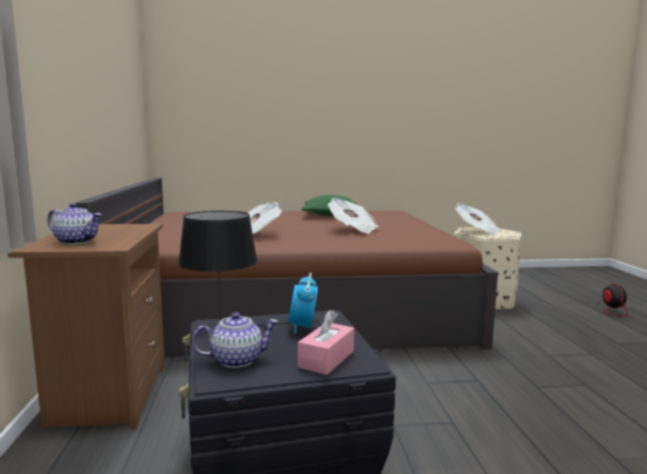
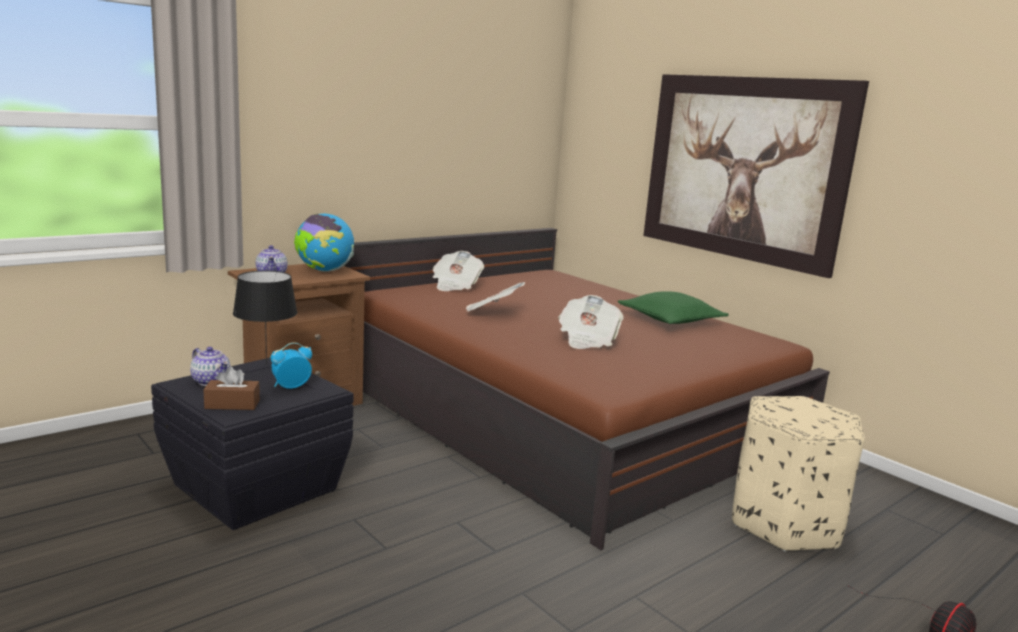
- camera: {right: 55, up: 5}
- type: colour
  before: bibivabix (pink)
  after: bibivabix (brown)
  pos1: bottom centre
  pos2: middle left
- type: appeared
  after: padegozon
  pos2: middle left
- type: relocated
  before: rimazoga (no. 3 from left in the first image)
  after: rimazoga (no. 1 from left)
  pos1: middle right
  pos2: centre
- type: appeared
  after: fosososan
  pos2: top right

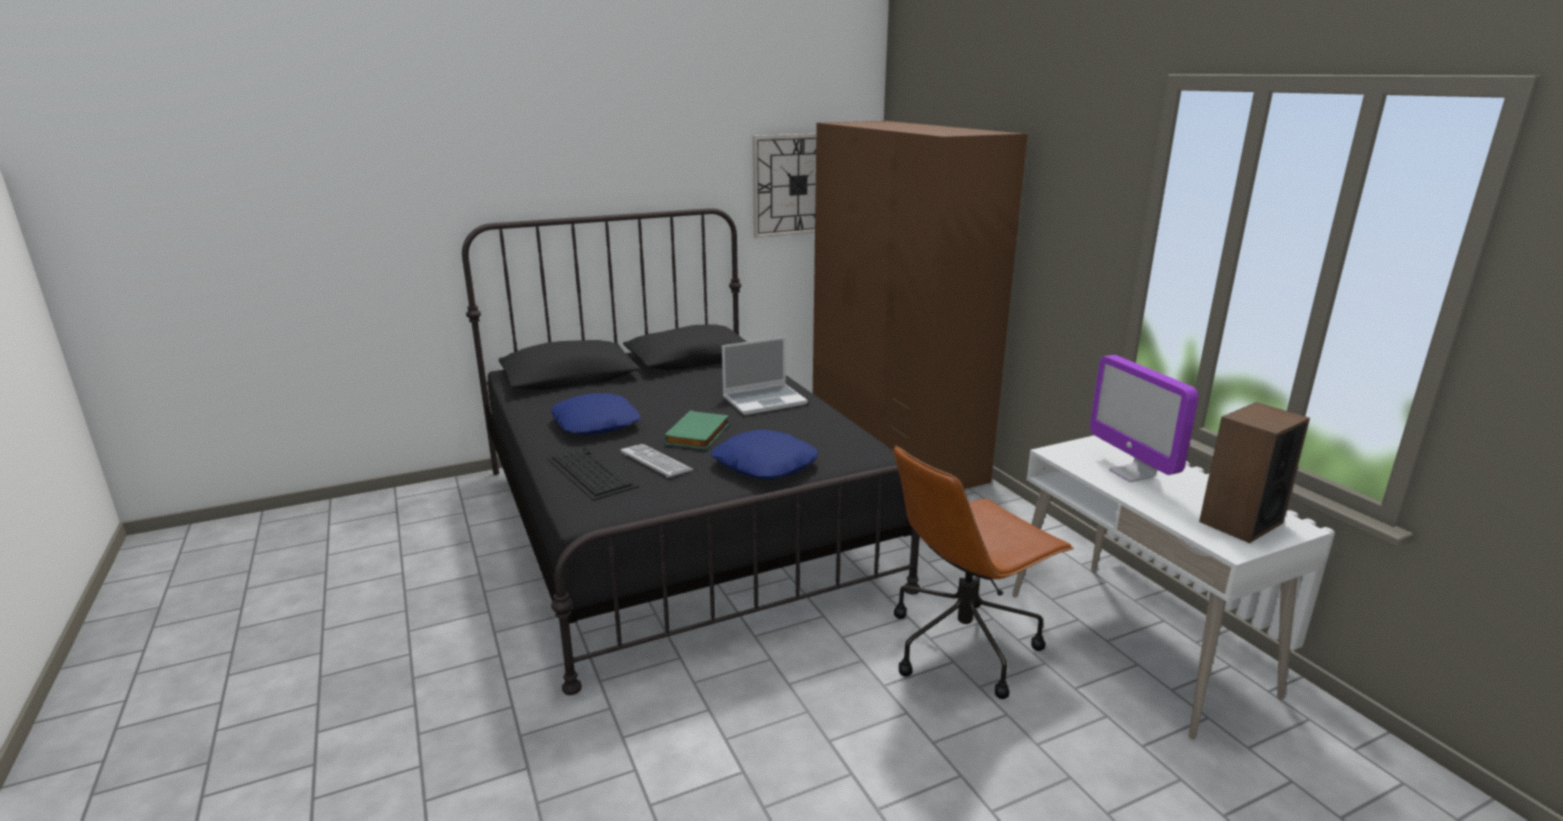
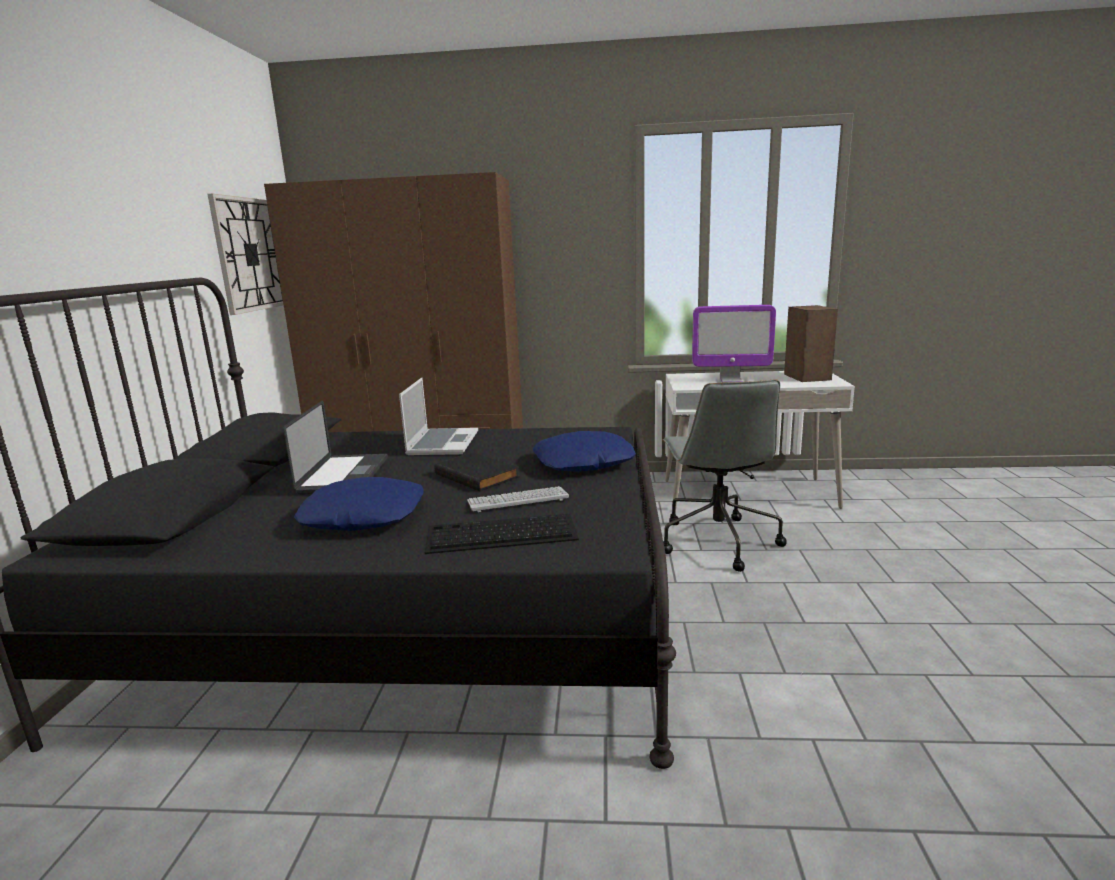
- camera: {right: -60, up: -5}
- type: appeared
  after: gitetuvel (no. 1 from left)
  pos2: middle left
- type: colour
  before: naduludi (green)
  after: naduludi (black)
  pos1: centre
  pos2: centre
- type: colour
  before: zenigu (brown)
  after: zenigu (grey)
  pos1: bottom centre
  pos2: centre

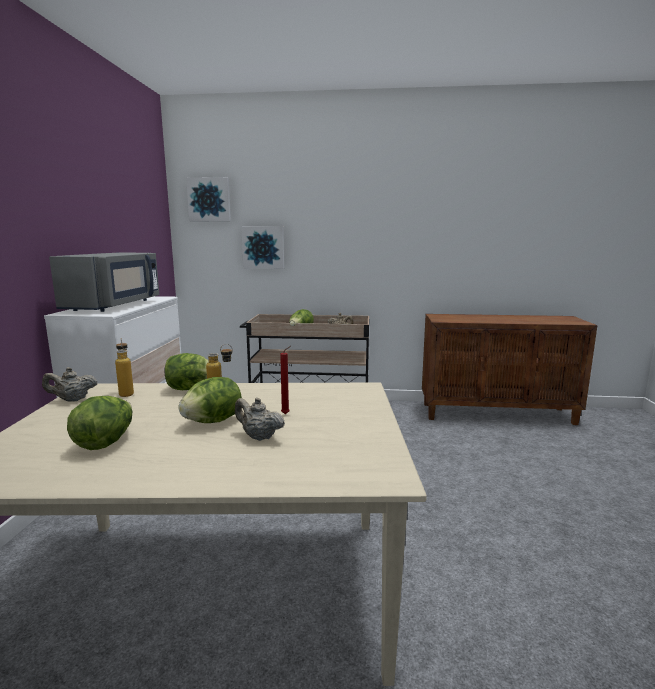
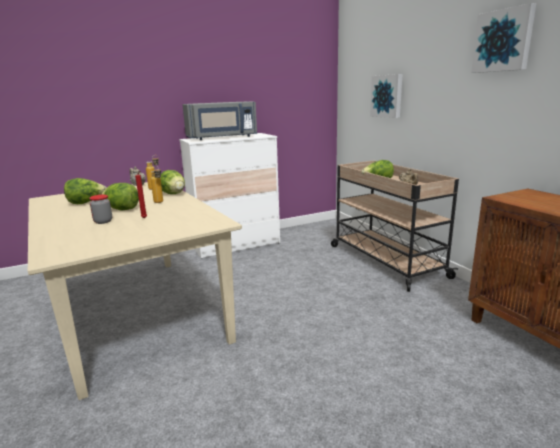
- camera: {right: 60, up: 5}
- type: exchanged
  before: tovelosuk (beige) (no. 2 from left)
  after: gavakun
  pos1: centre
  pos2: middle left
- type: relocated
  before: fosososan (no. 1 from left in the first image)
  after: fosososan (no. 2 from left)
  pos1: top left
  pos2: top right

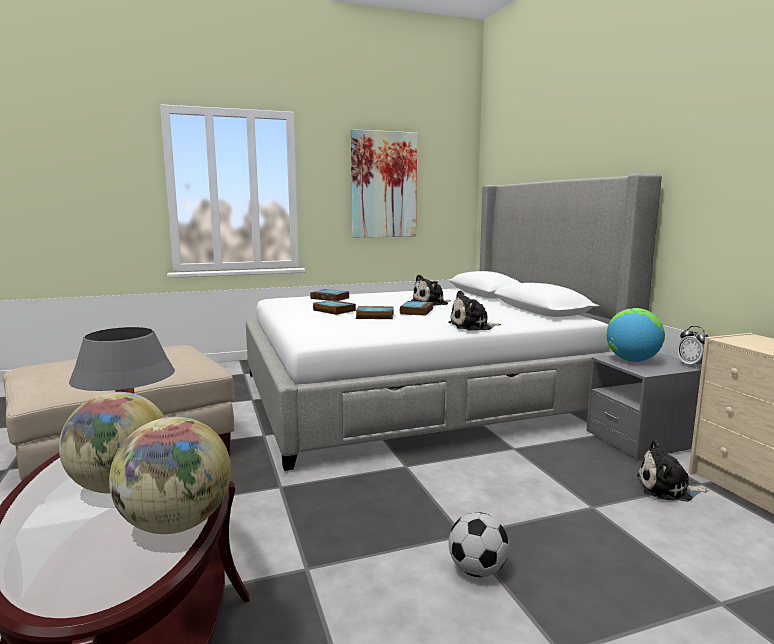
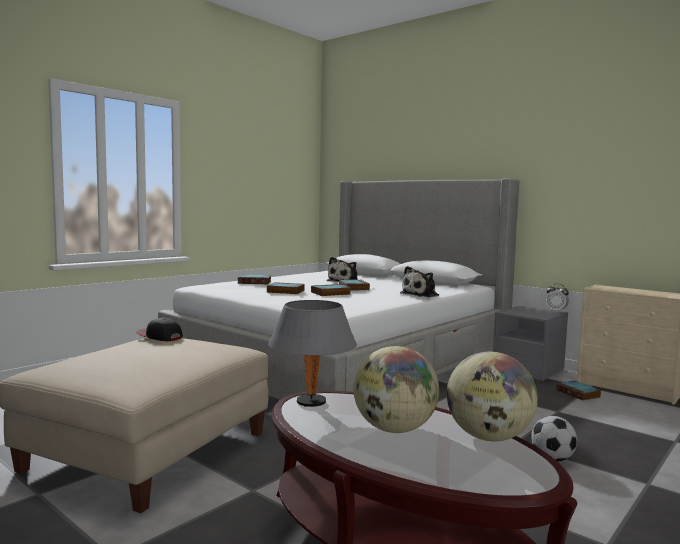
- camera: {right: -30, up: -5}
- type: appeared
  after: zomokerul
  pos2: middle left
- type: exchanged
  before: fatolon (no. 3 from left)
  after: naduludi (no. 5 from left)
  pos1: bottom right
  pos2: bottom right
- type: missing
  before: fosososan
  pos1: top centre
- type: missing
  before: padegozon (no. 3 from left)
  pos1: middle right

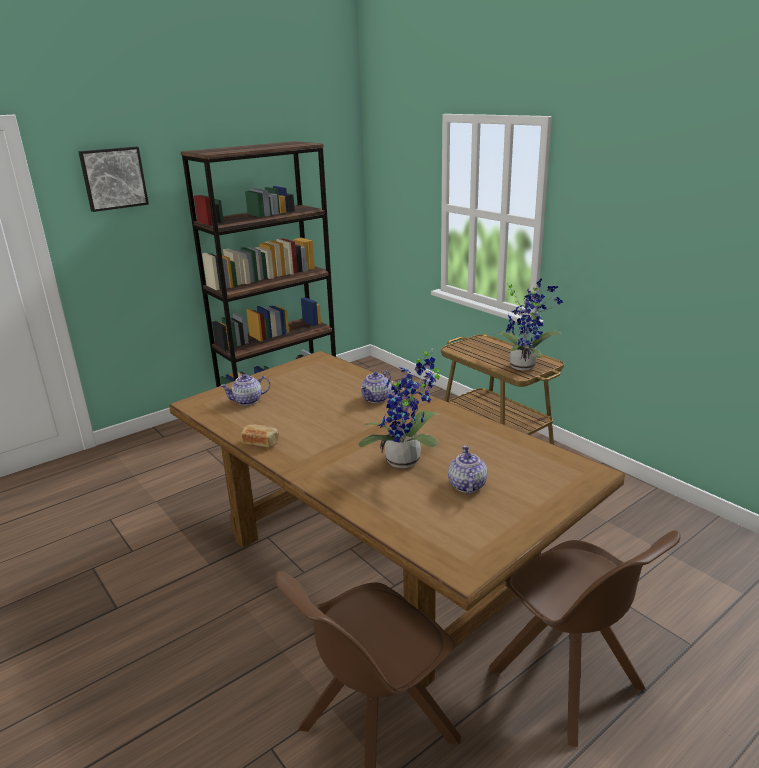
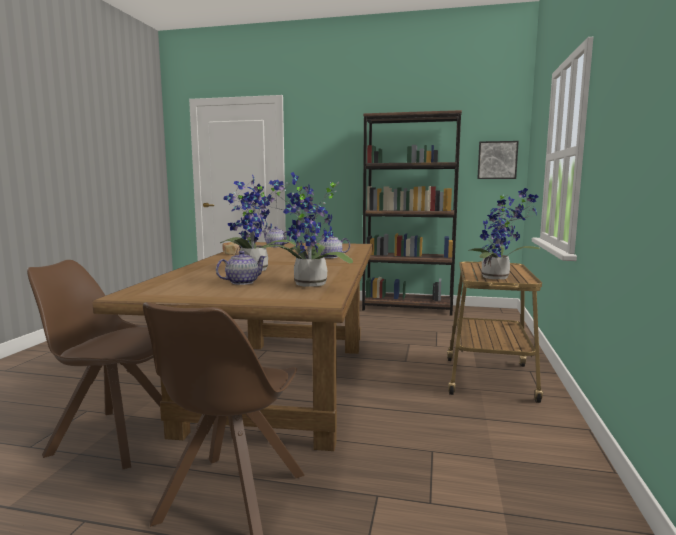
- camera: {right: 50, up: -15}
- type: appeared
  after: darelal (no. 2 from left)
  pos2: centre
- type: relocated
  before: fosososan
  pos1: top left
  pos2: top right

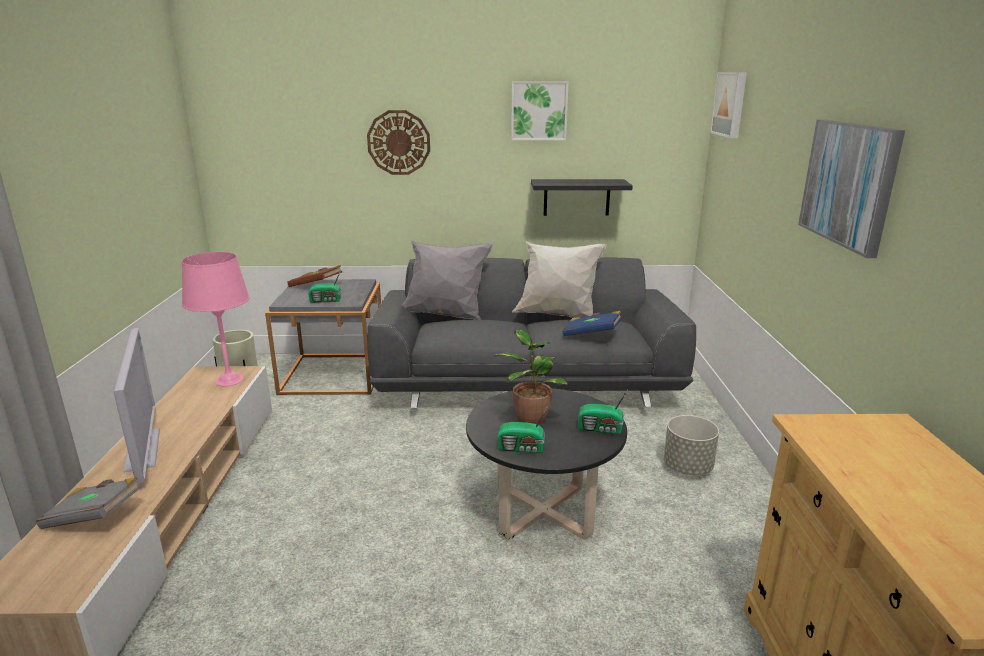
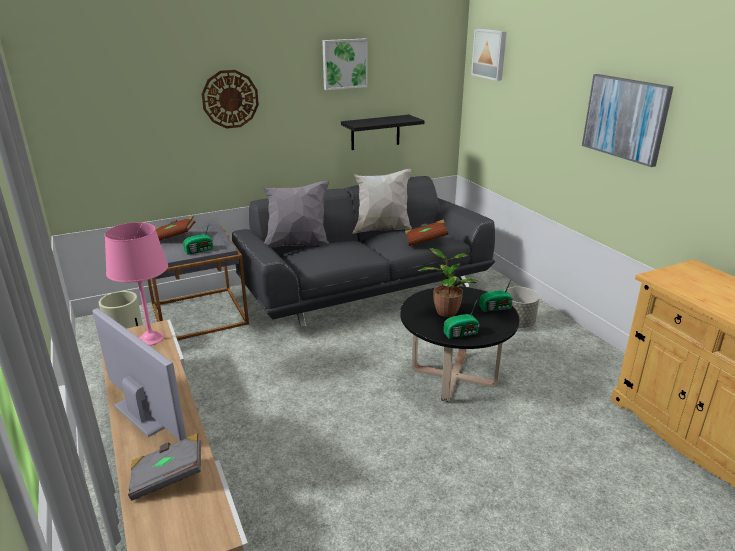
- camera: {right: -25, up: 5}
- type: colour
  before: naduludi (blue)
  after: naduludi (brown) (no. 2 from left)
  pos1: centre
  pos2: centre

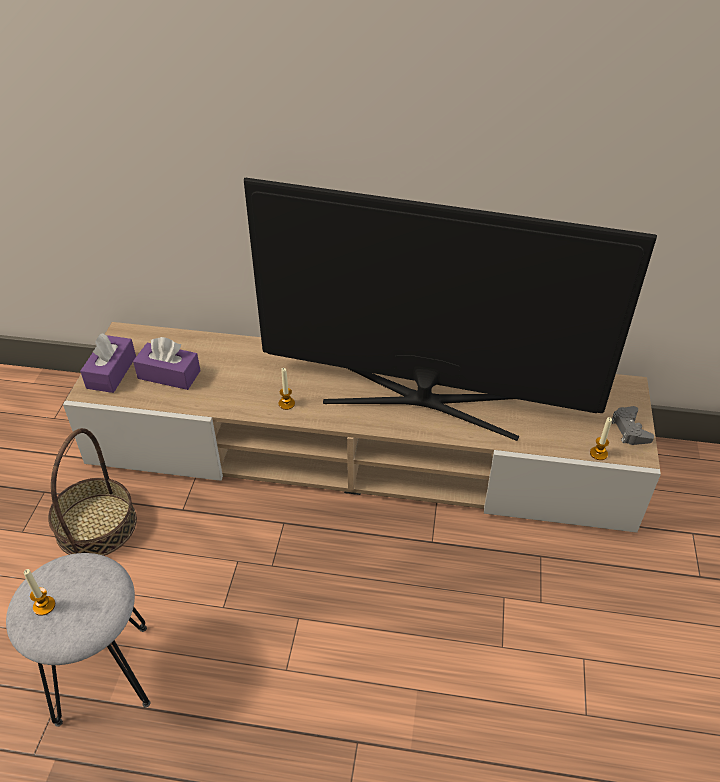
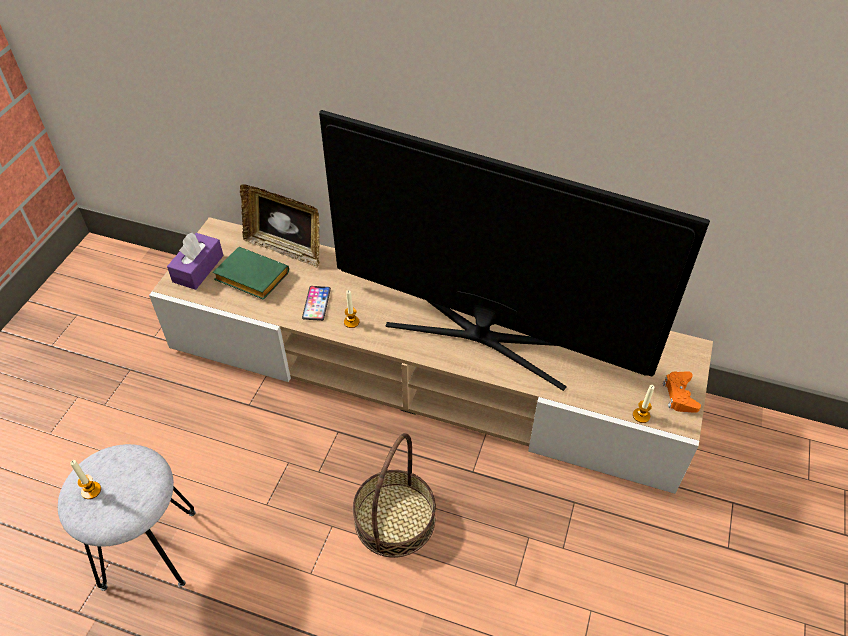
- camera: {right: 10, up: 5}
- type: exchanged
  before: bibivabix (purple) (no. 2 from left)
  after: naduludi (green)
  pos1: middle left
  pos2: middle left
- type: appeared
  after: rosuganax
  pos2: middle left
- type: appeared
  after: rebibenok
  pos2: centre
- type: relocated
  before: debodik
  pos1: middle left
  pos2: bottom centre
- type: colour
  before: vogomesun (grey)
  after: vogomesun (orange)
  pos1: middle right
  pos2: middle right

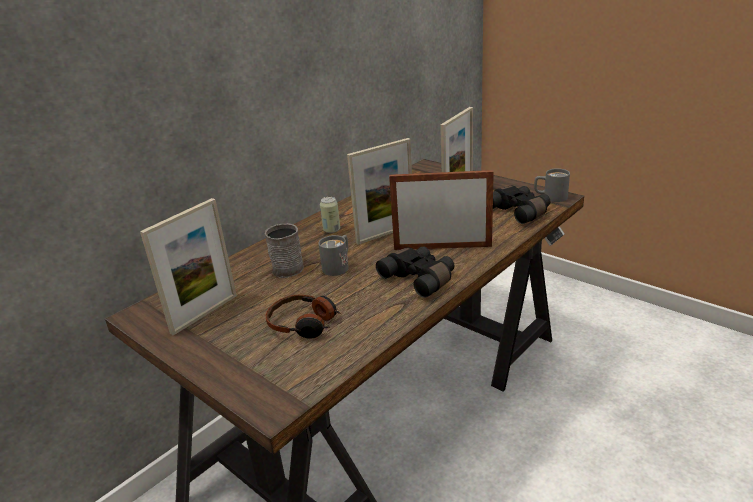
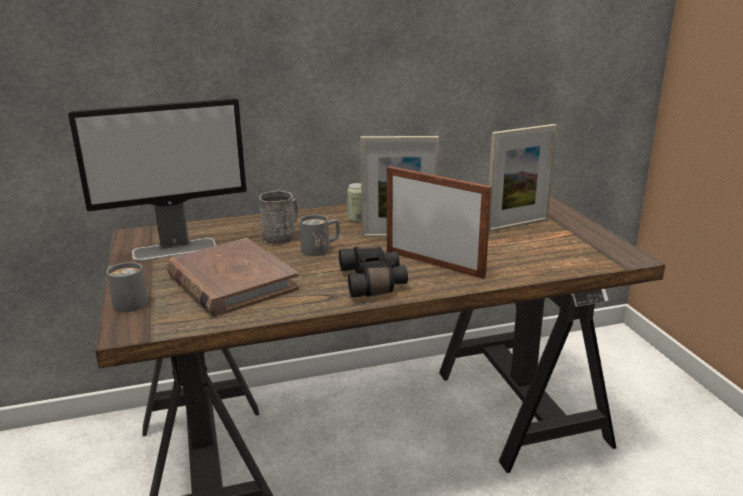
- camera: {right: 30, up: -5}
- type: exchanged
  before: rosuganax (no. 1 from left)
  after: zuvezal
  pos1: middle left
  pos2: middle left
- type: relocated
  before: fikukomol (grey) (no. 3 from left in the first image)
  after: fikukomol (grey) (no. 1 from left)
  pos1: middle right
  pos2: middle left
- type: exchanged
  before: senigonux
  after: naduludi (brown)
  pos1: centre
  pos2: middle left
- type: missing
  before: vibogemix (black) (no. 2 from left)
  pos1: middle right

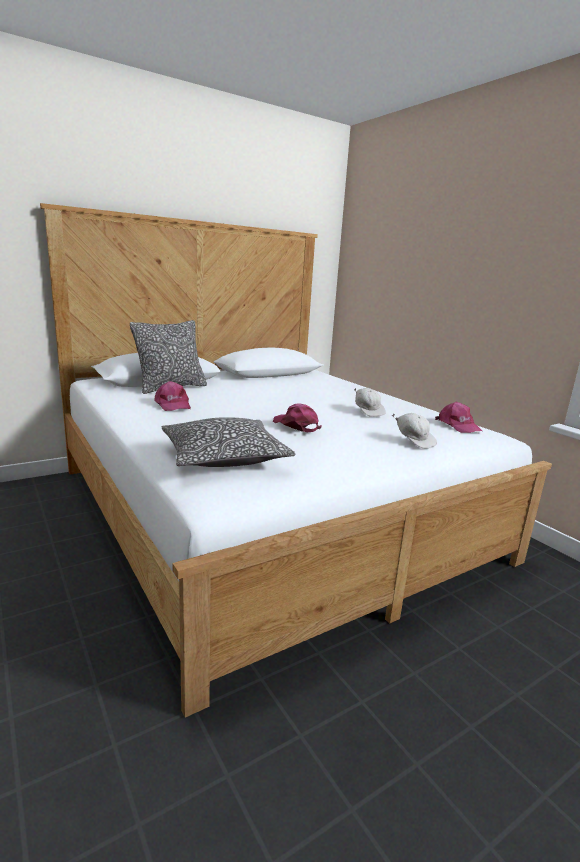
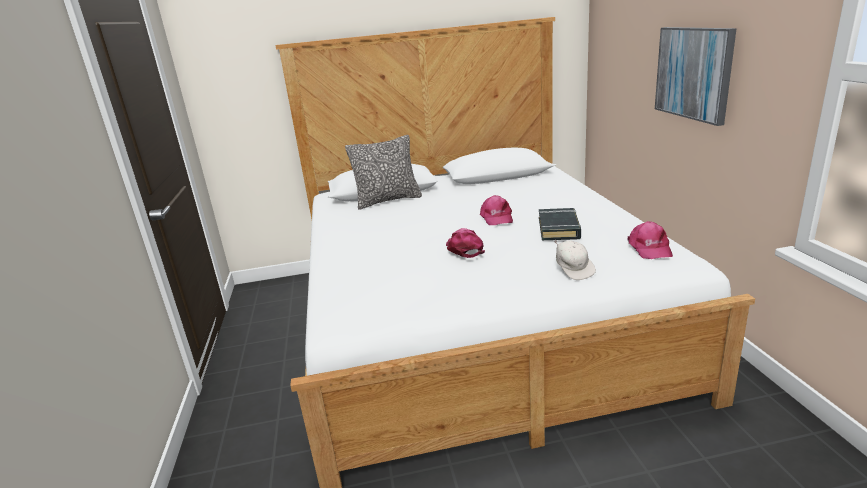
- camera: {right: 25, up: 5}
- type: relocated
  before: zomokerul (pink) (no. 1 from left in the first image)
  after: zomokerul (pink) (no. 2 from left)
  pos1: middle left
  pos2: centre
- type: exchanged
  before: zomokerul (white) (no. 1 from left)
  after: naduludi (black)
  pos1: centre
  pos2: centre
- type: appeared
  after: fosososan
  pos2: top right
- type: missing
  before: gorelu (no. 2 from left)
  pos1: centre

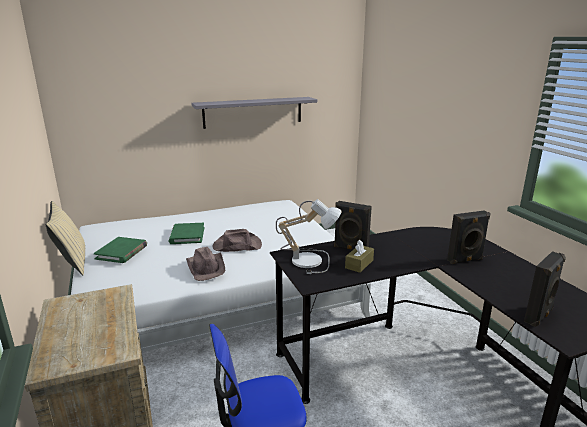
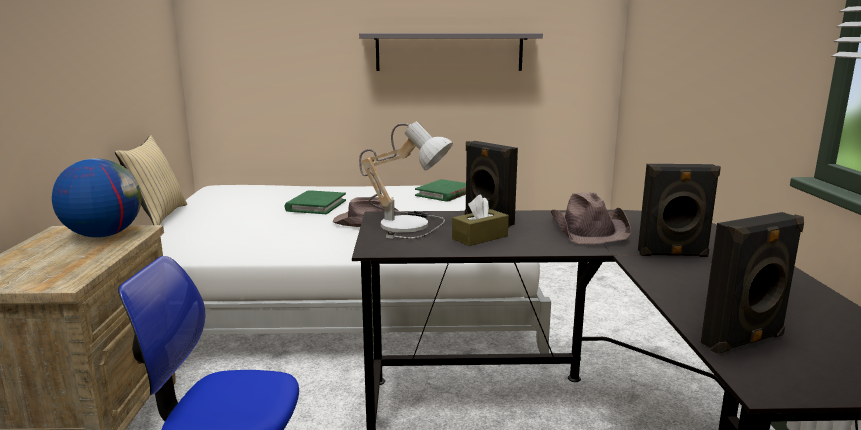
- camera: {right: 20, up: -5}
- type: appeared
  after: padegozon
  pos2: middle left
- type: relocated
  before: naduludi (green) (no. 1 from left in the first image)
  after: naduludi (green) (no. 2 from left)
  pos1: middle left
  pos2: centre
- type: relocated
  before: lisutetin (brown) (no. 1 from left in the first image)
  after: lisutetin (brown) (no. 2 from left)
  pos1: centre
  pos2: middle right

